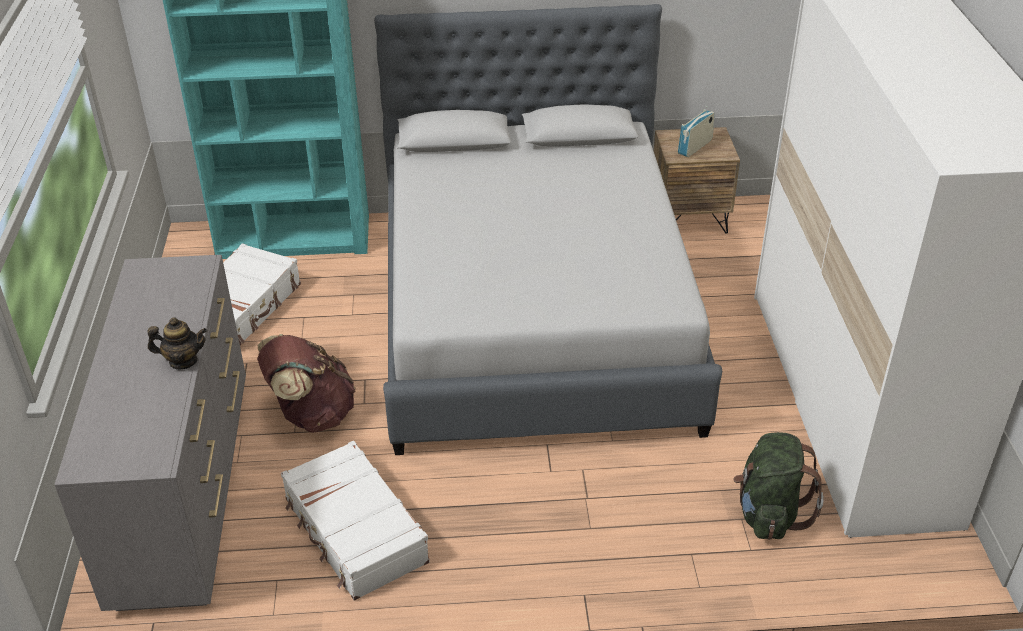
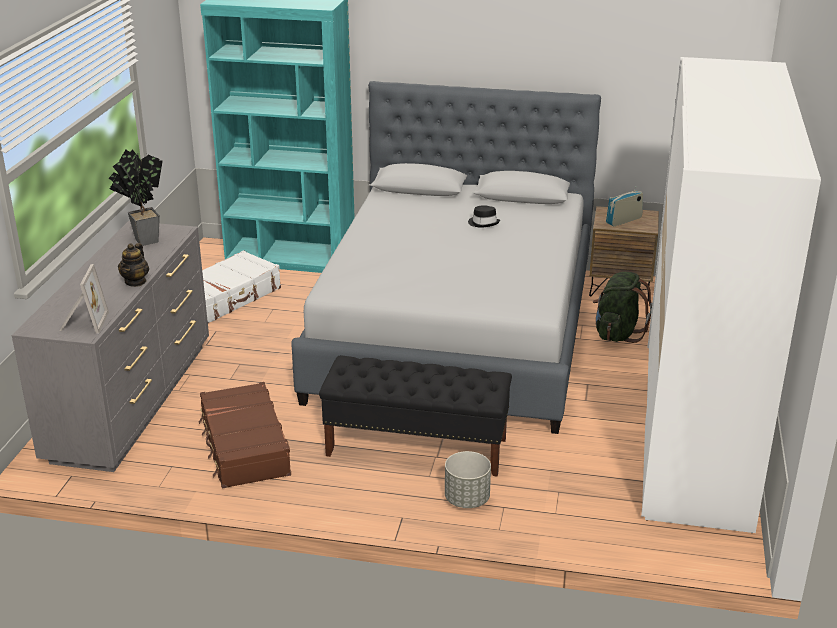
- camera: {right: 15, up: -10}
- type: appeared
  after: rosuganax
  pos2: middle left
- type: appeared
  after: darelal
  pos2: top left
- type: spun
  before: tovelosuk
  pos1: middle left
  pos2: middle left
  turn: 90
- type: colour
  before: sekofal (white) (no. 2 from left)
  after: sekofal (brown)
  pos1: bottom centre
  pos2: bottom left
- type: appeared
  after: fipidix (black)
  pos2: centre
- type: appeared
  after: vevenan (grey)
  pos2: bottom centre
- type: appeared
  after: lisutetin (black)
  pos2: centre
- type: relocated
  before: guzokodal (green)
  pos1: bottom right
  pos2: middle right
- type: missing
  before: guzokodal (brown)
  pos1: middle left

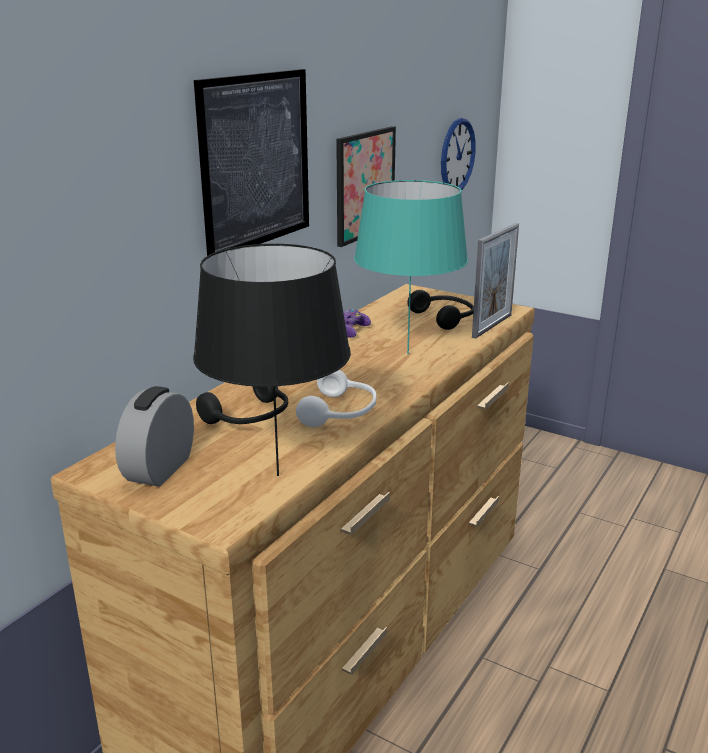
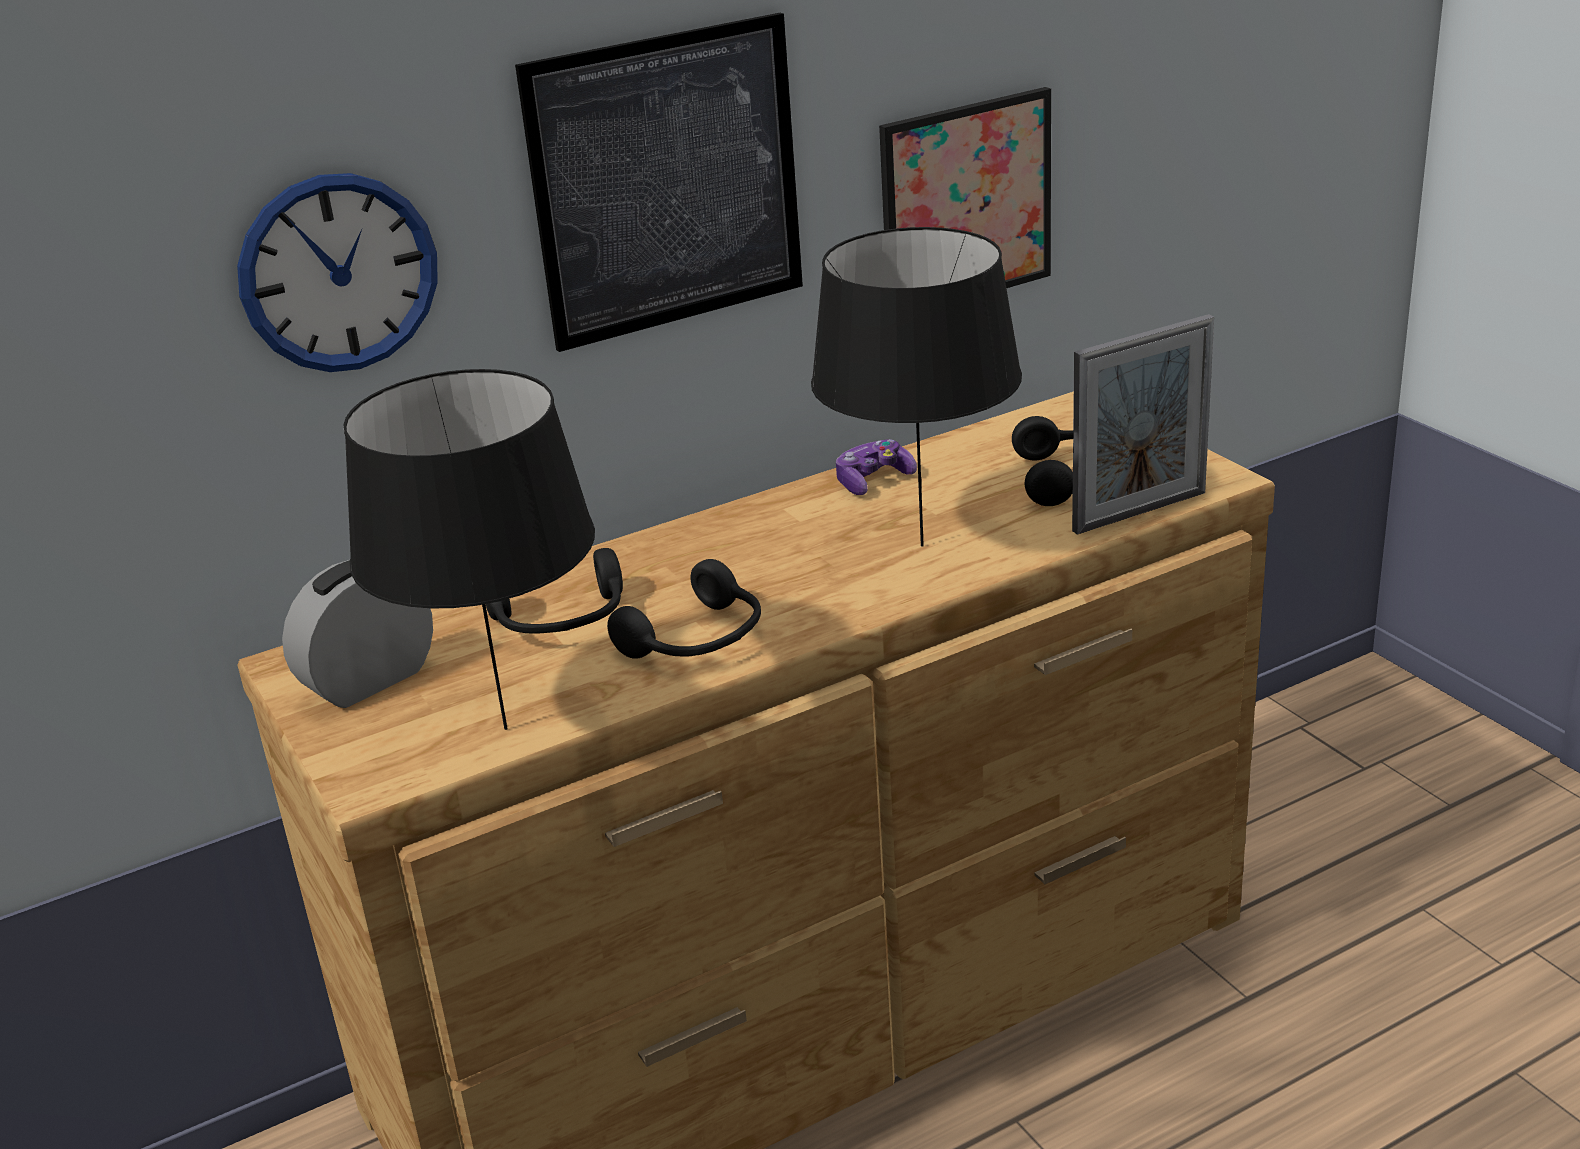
- camera: {right: 30, up: 5}
- type: relocated
  before: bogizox
  pos1: top centre
  pos2: top left
- type: colour
  before: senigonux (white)
  after: senigonux (black) (no. 2 from left)
  pos1: centre
  pos2: centre
- type: colour
  before: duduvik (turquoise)
  after: duduvik (black) (no. 2 from left)
  pos1: centre
  pos2: centre

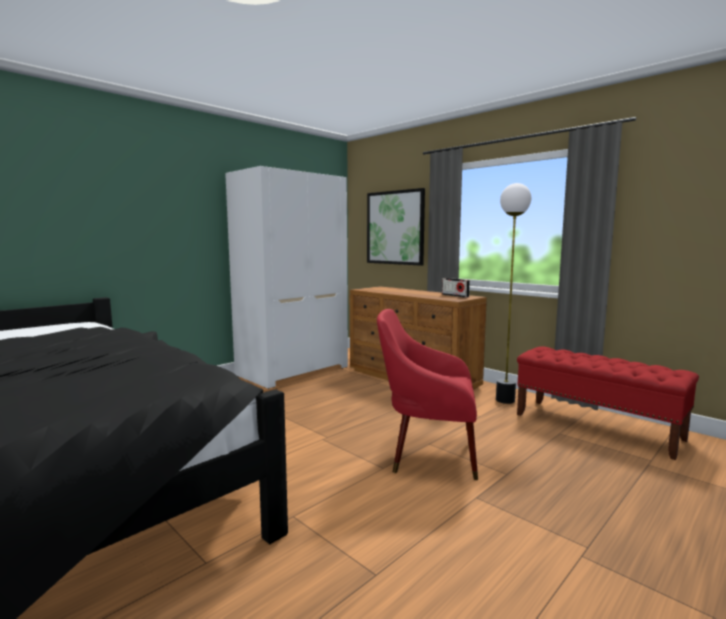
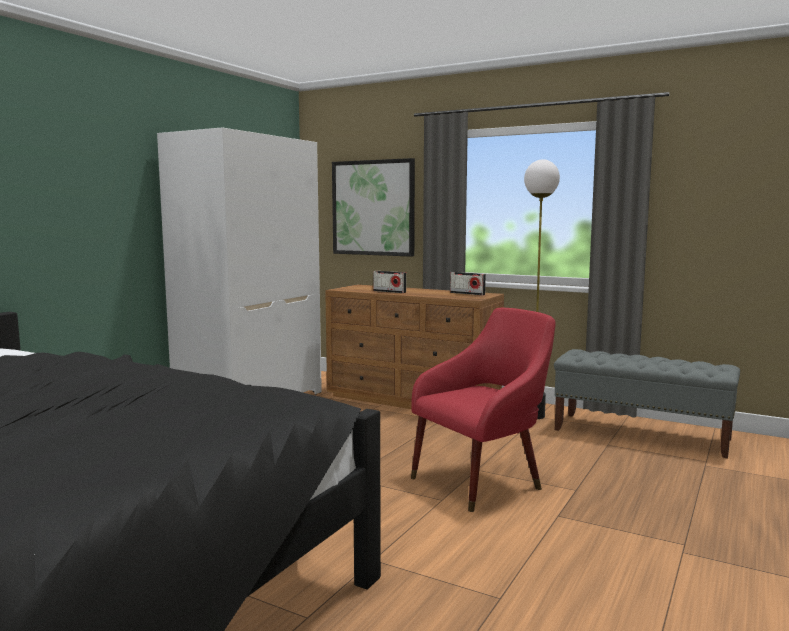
- camera: {right: -15, up: 0}
- type: appeared
  after: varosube (no. 1 from left)
  pos2: centre
- type: spun
  before: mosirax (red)
  pos1: centre
  pos2: centre
  turn: 150
- type: colour
  before: fipidix (red)
  after: fipidix (grey)
  pos1: middle right
  pos2: middle right

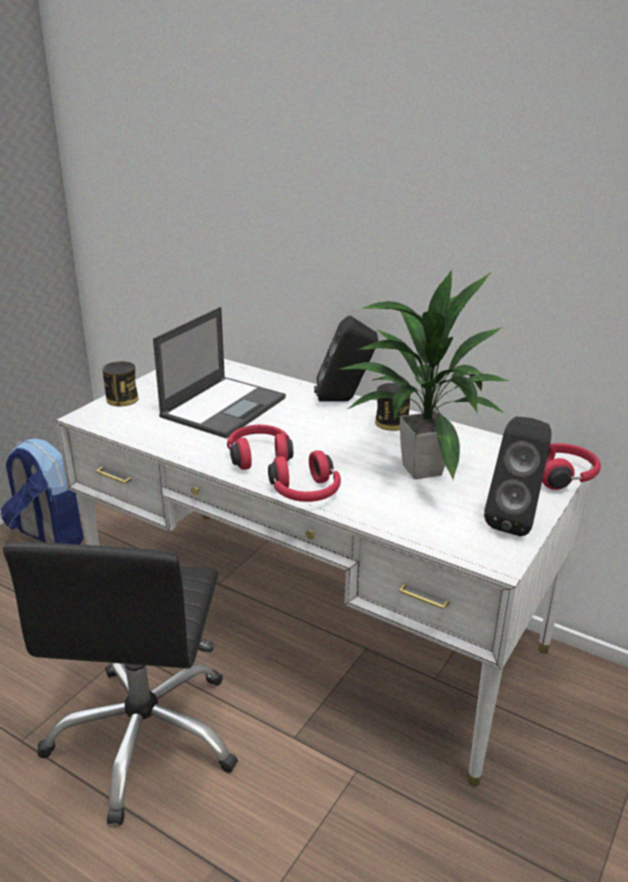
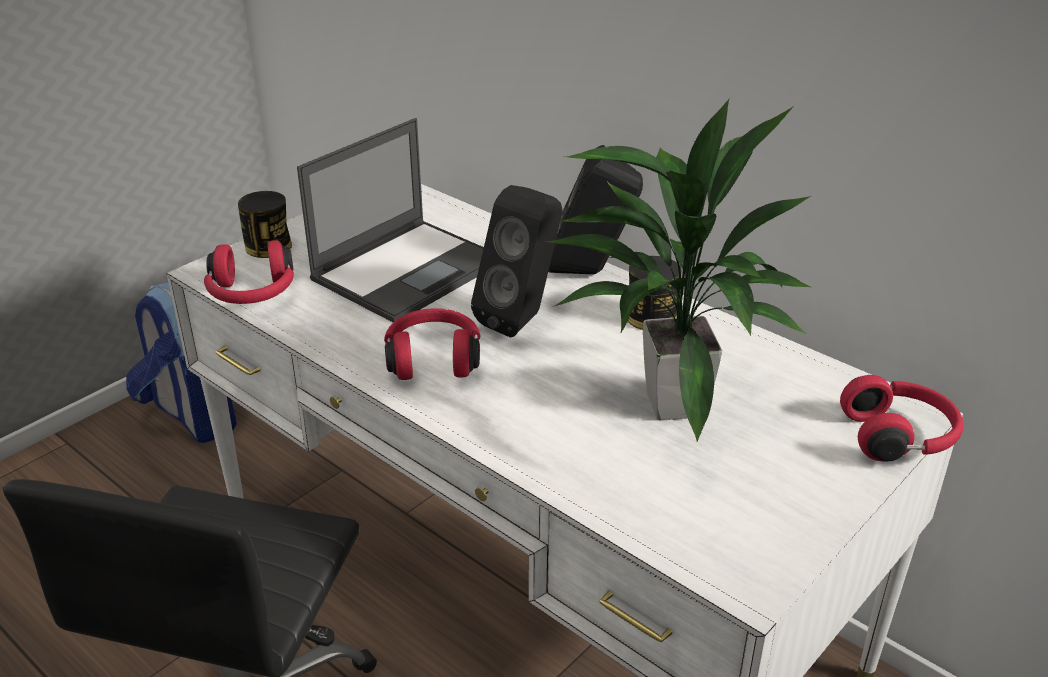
- camera: {right: 10, up: 5}
- type: relocated
  before: senigonux (red) (no. 2 from left in the first image)
  after: senigonux (red) (no. 1 from left)
  pos1: centre
  pos2: middle left
- type: relocated
  before: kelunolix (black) (no. 2 from left in the first image)
  after: kelunolix (black) (no. 1 from left)
  pos1: middle right
  pos2: centre

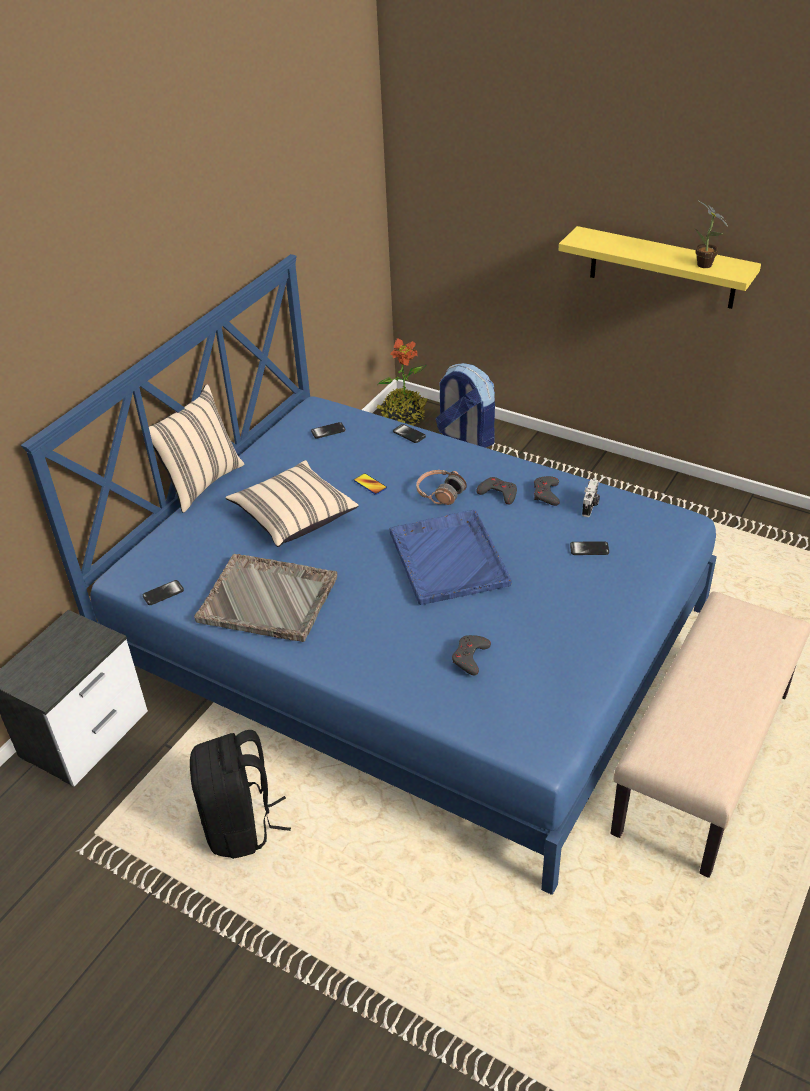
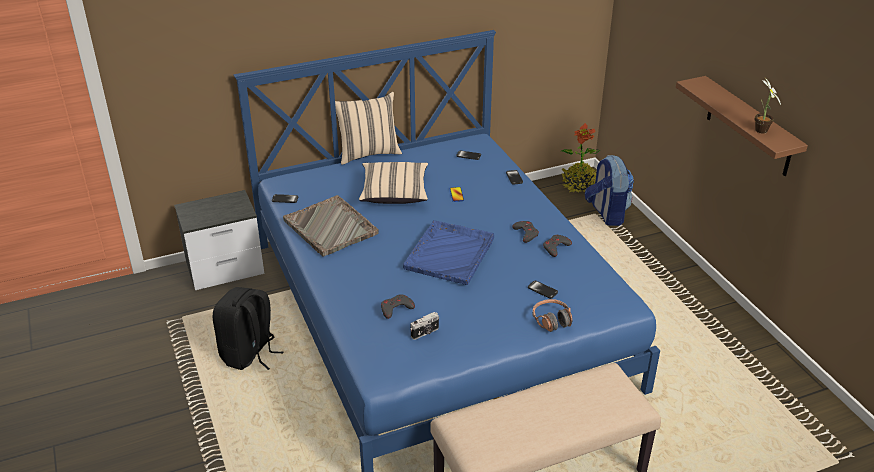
- camera: {right: 35, up: -5}
- type: relocated
  before: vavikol
  pos1: middle right
  pos2: bottom centre
- type: relocated
  before: senigonux
  pos1: centre
  pos2: bottom centre
- type: colour
  before: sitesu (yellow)
  after: sitesu (brown)
  pos1: top right
  pos2: top right

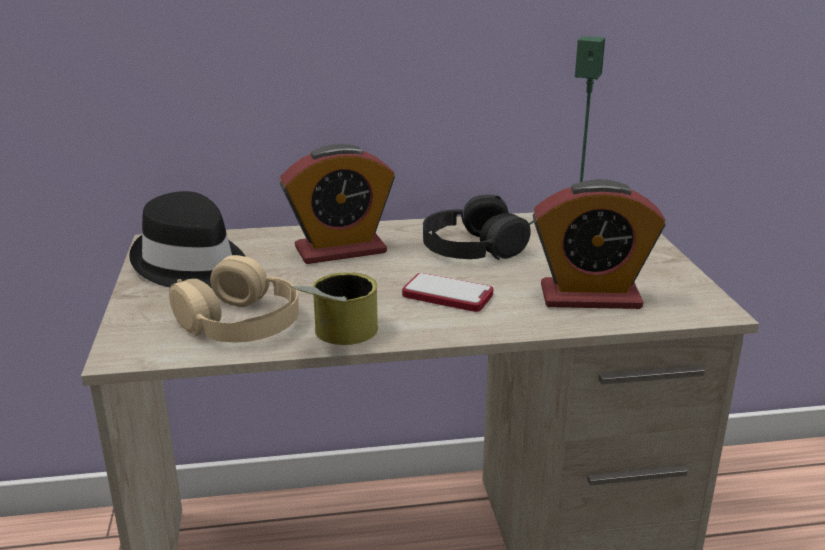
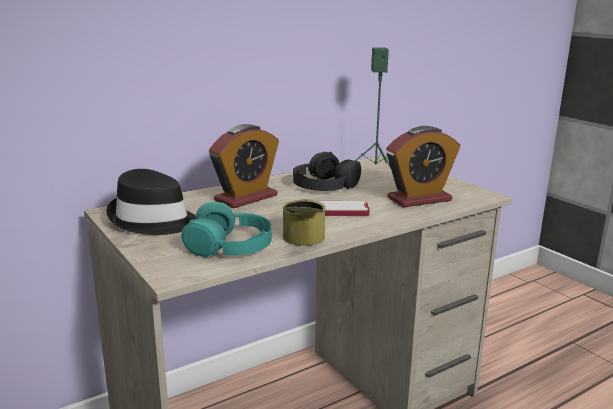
- camera: {right: -25, up: -5}
- type: colour
  before: senigonux (beige)
  after: senigonux (turquoise)
  pos1: middle left
  pos2: centre

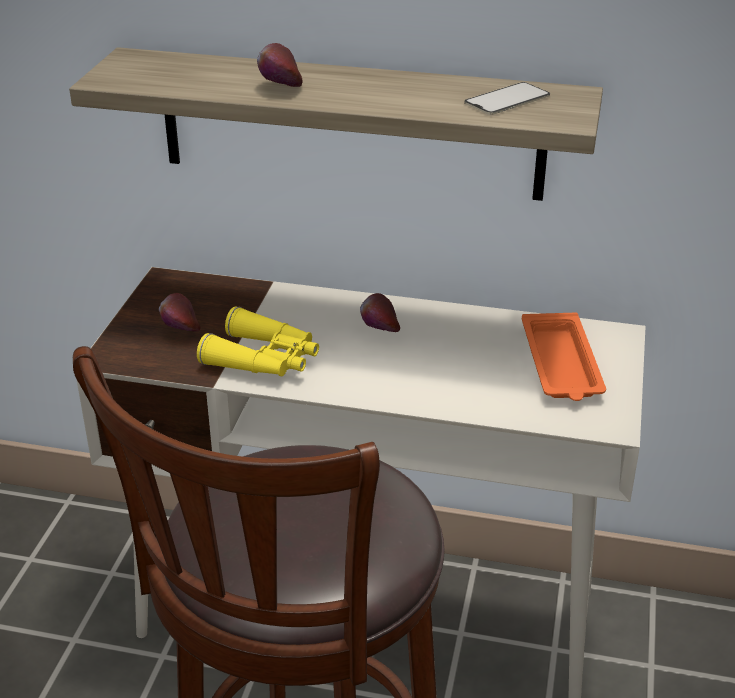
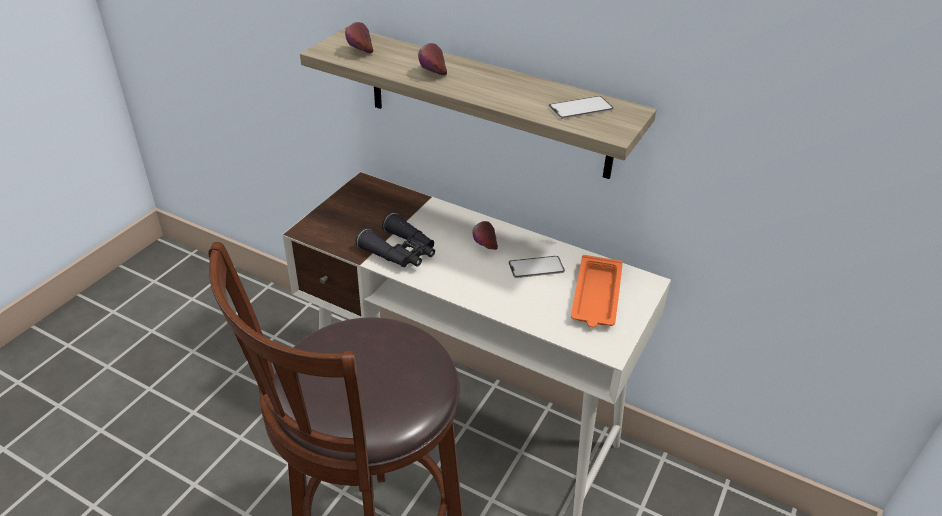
- camera: {right: 15, up: 5}
- type: relocated
  before: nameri (no. 1 from left)
  pos1: middle left
  pos2: top centre
- type: colour
  before: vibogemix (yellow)
  after: vibogemix (black)
  pos1: centre
  pos2: centre
- type: appeared
  after: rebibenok (no. 1 from left)
  pos2: centre

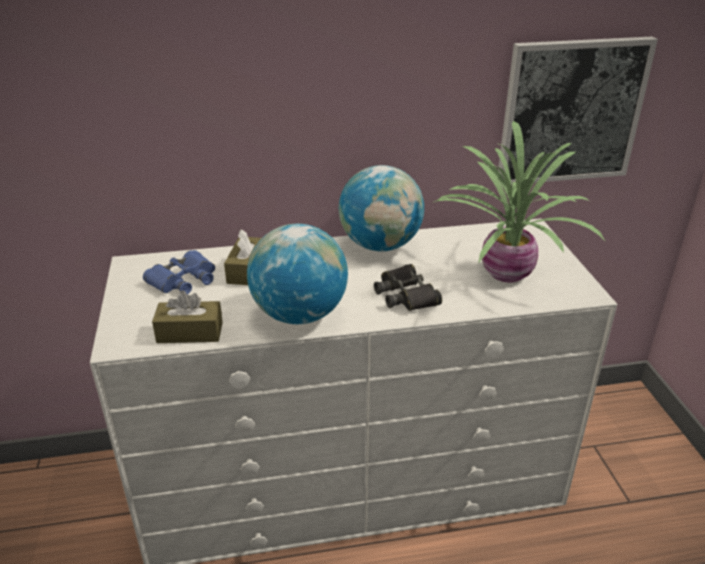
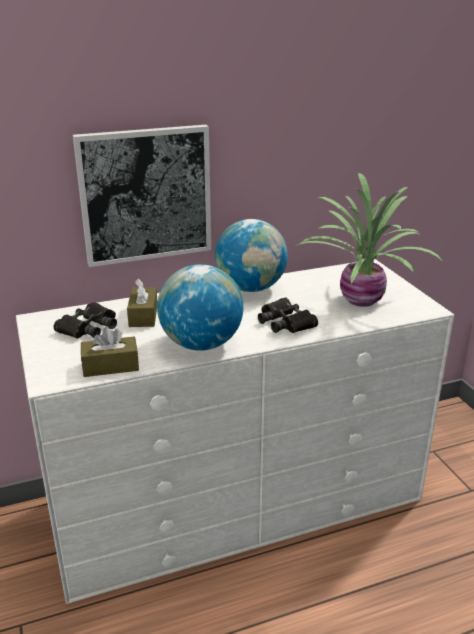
- camera: {right: -10, up: -5}
- type: colour
  before: vibogemix (blue)
  after: vibogemix (black) (no. 1 from left)
  pos1: middle left
  pos2: middle left
- type: relocated
  before: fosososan
  pos1: top right
  pos2: top left

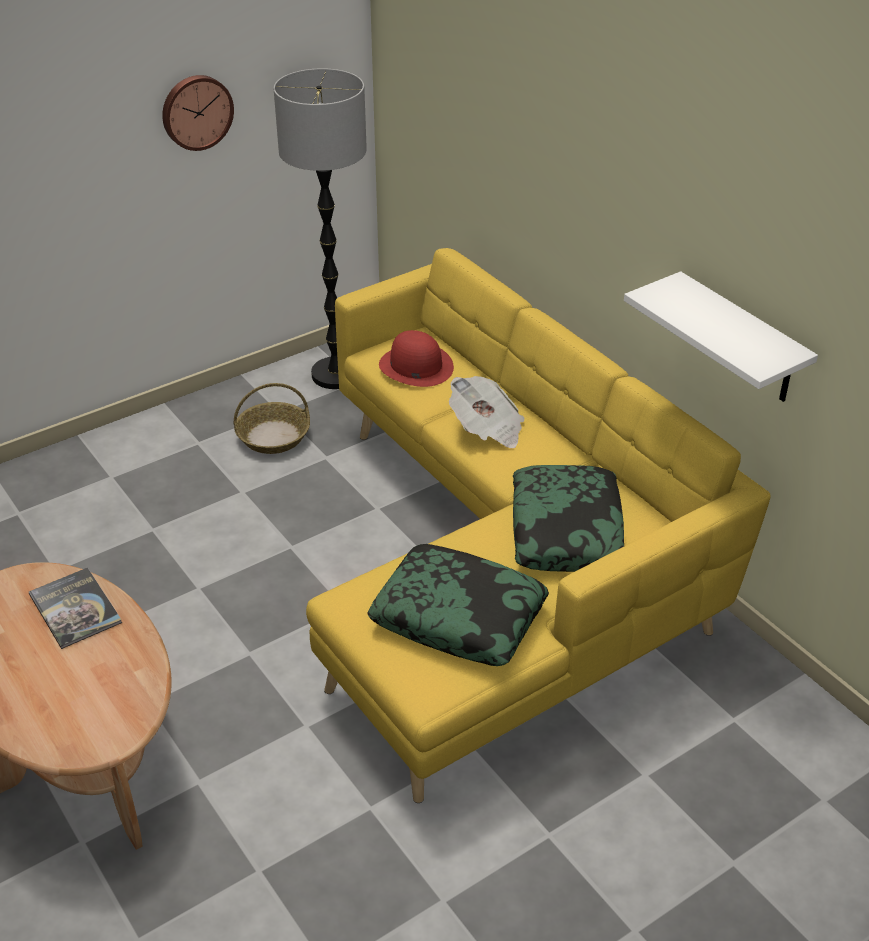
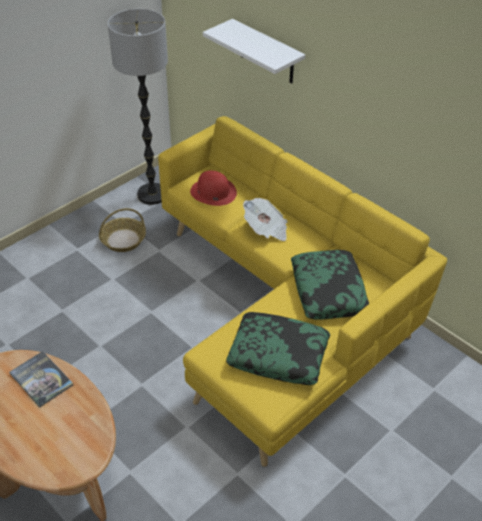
- camera: {right: -10, up: 5}
- type: relocated
  before: sitesu (white)
  pos1: middle right
  pos2: top centre
- type: missing
  before: bogizox
  pos1: top left

